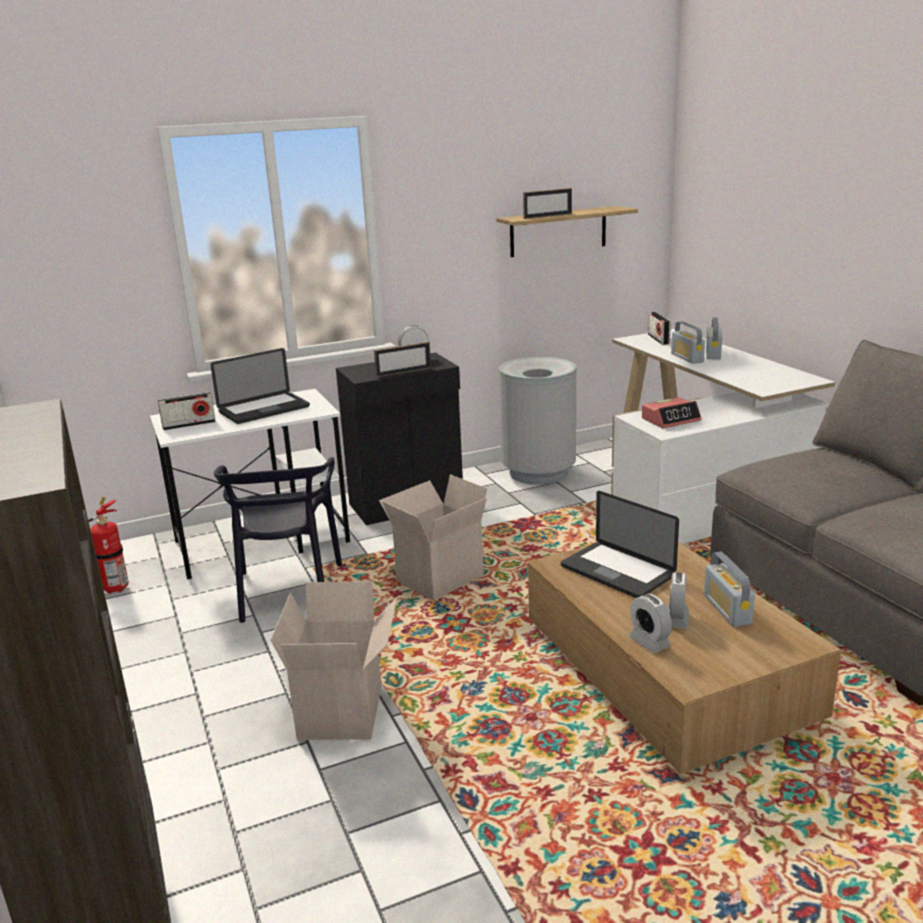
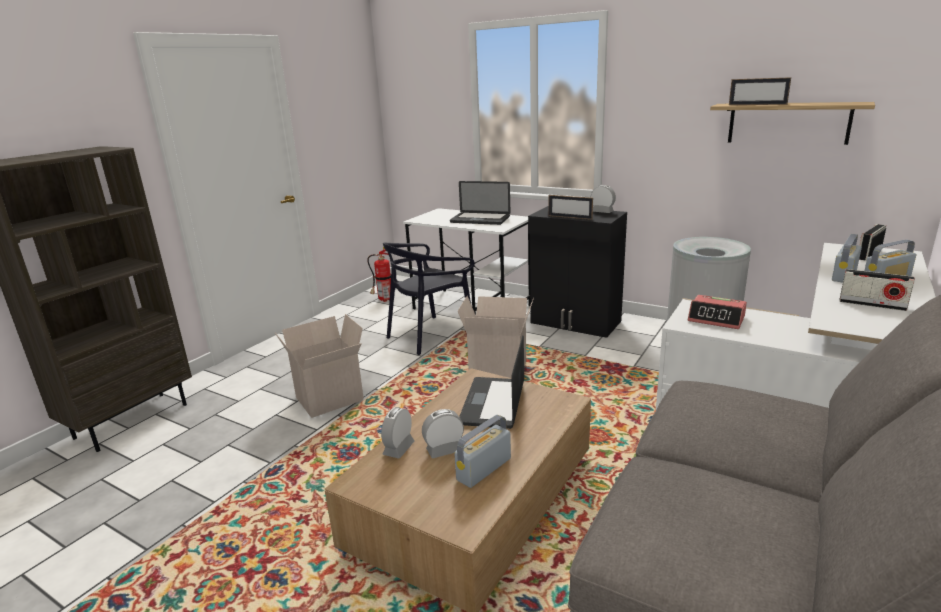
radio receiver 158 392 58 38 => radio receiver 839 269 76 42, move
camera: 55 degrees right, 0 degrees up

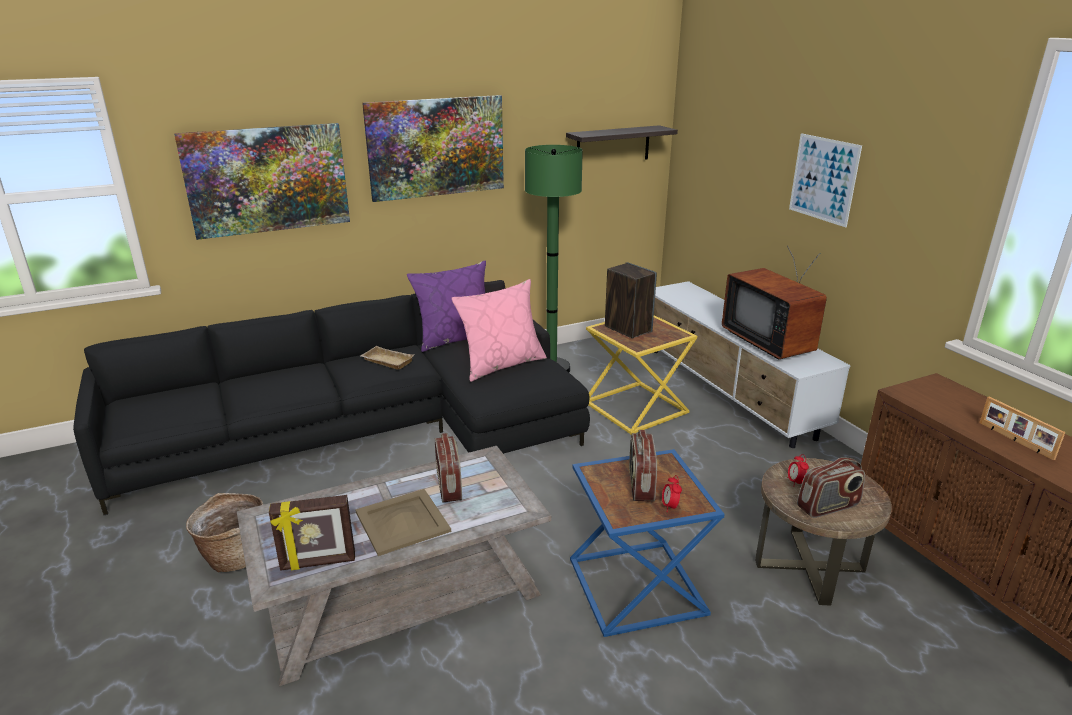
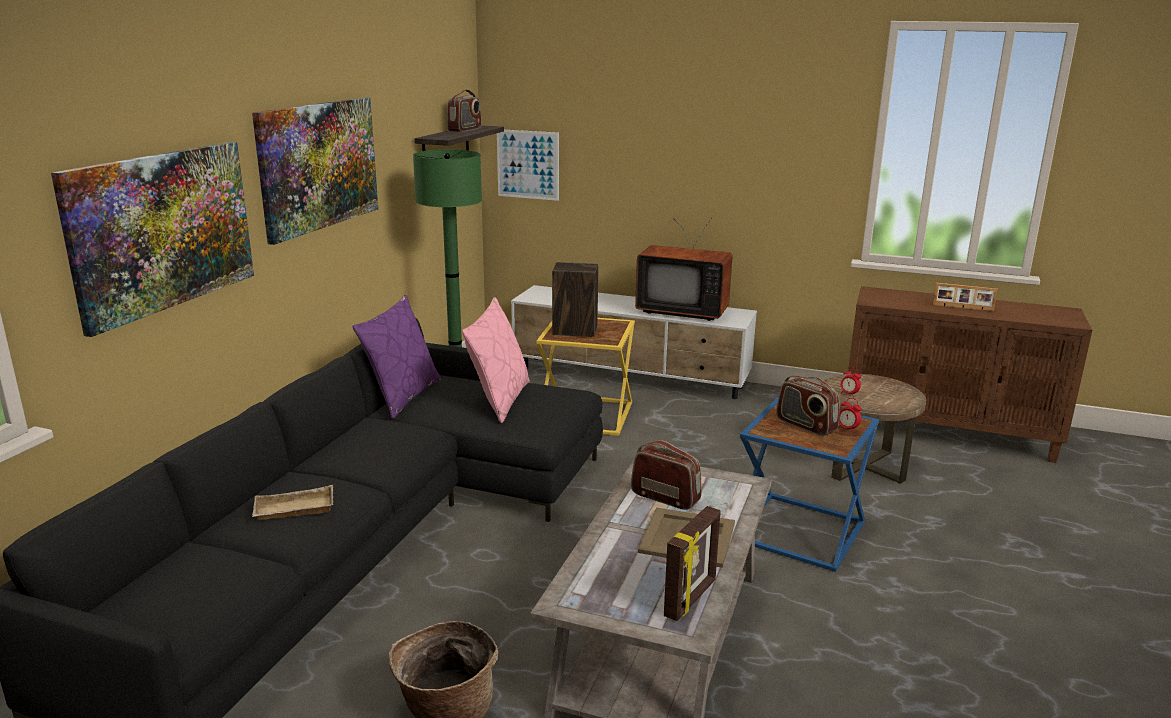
beige-coloured carrying tray 360 346 54 24 => beige-coloured carrying tray 252 485 82 35, move
wall picture 789 133 73 94 => wall picture 497 130 62 71, move
radio receiver 797 457 68 61 => radio receiver 447 89 35 43, move
camera: 45 degrees left, 5 degrees down

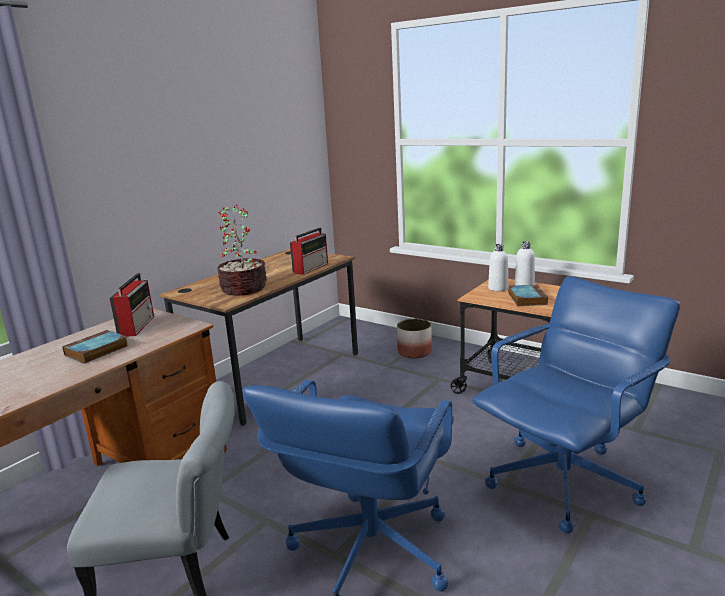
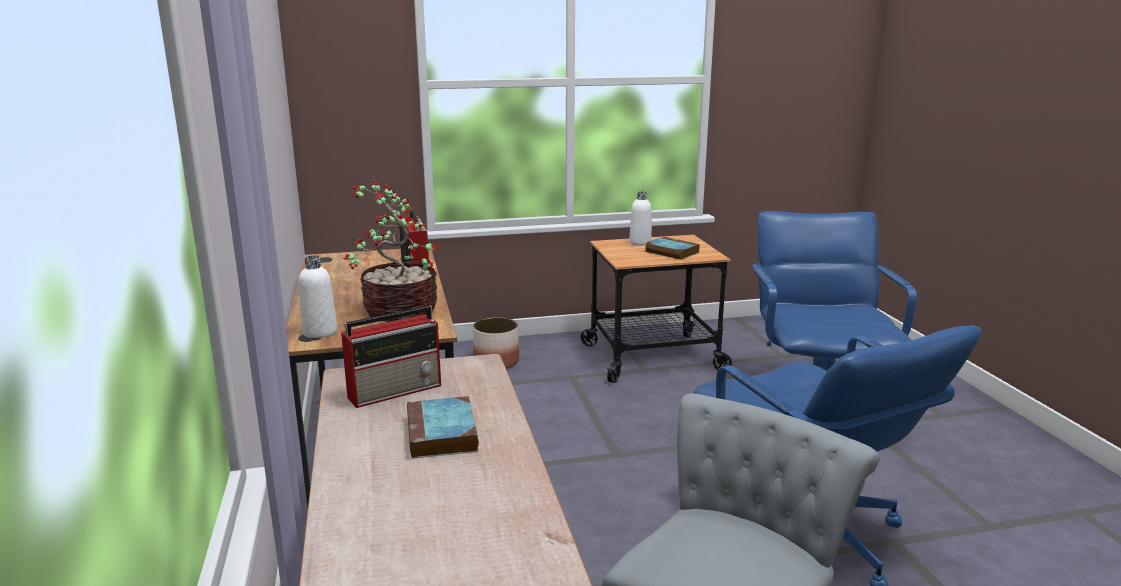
white-coloured bottle 488 244 20 47 => white-coloured bottle 298 255 39 83, move
radio receiver 109 273 45 64 => radio receiver 341 306 100 102, 105 degrees clockwise
camera: 50 degrees left, 0 degrees up

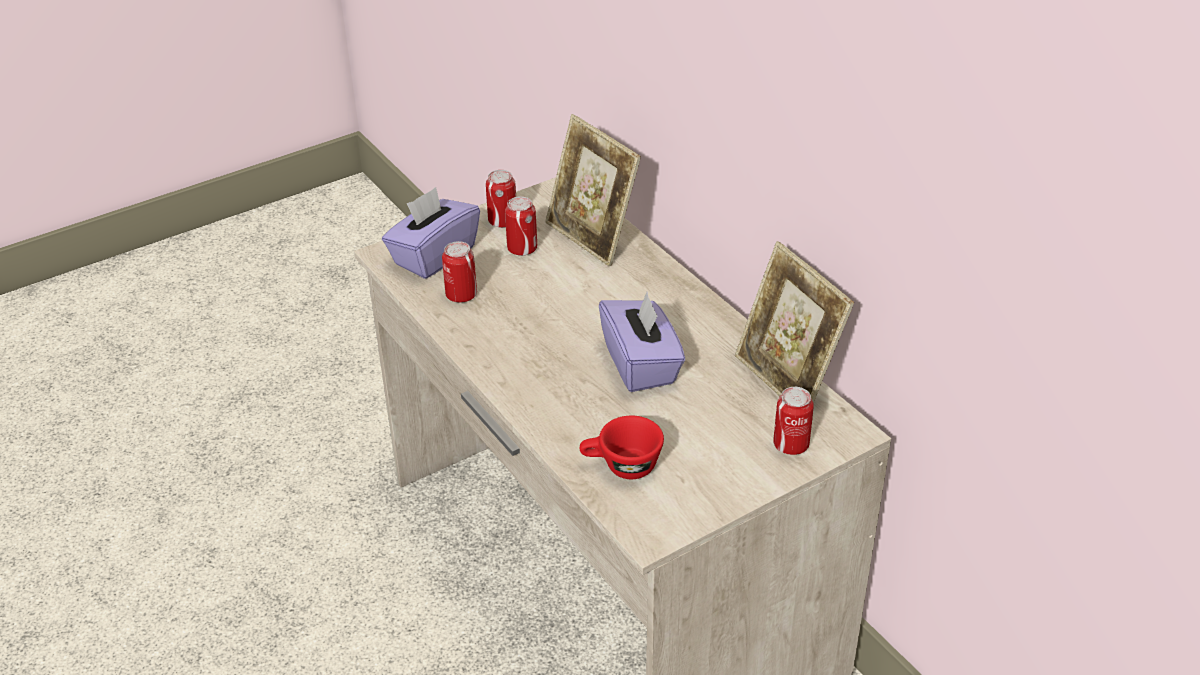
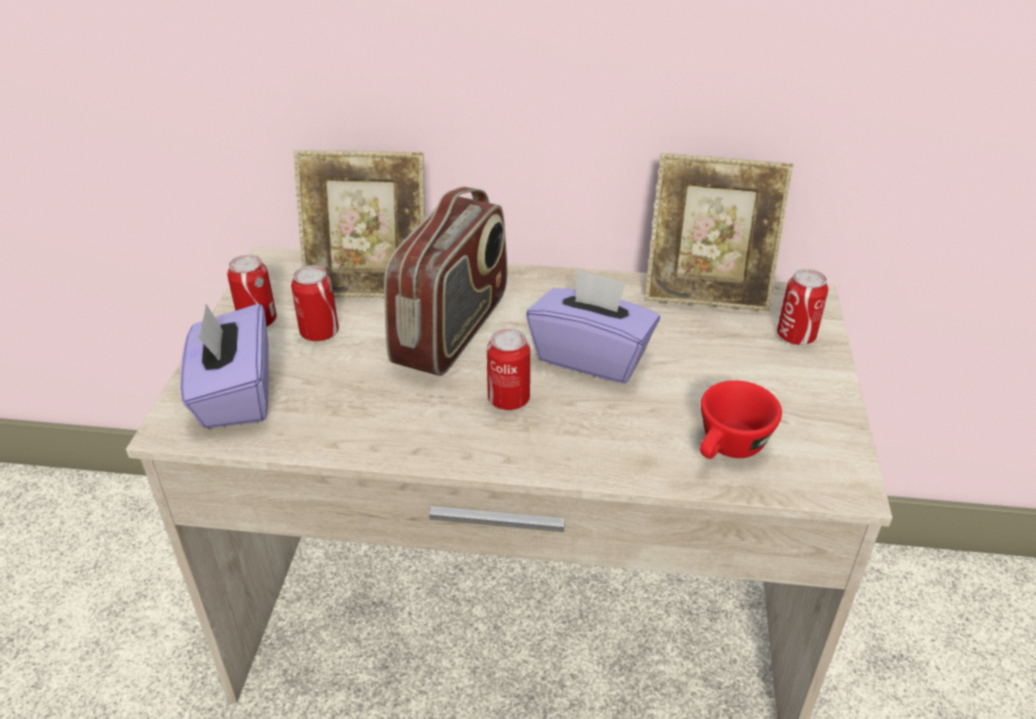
nothing => radio receiver 384 187 123 189
can 442 241 35 62 => can 487 328 43 82, move
camera: 50 degrees left, 0 degrees up

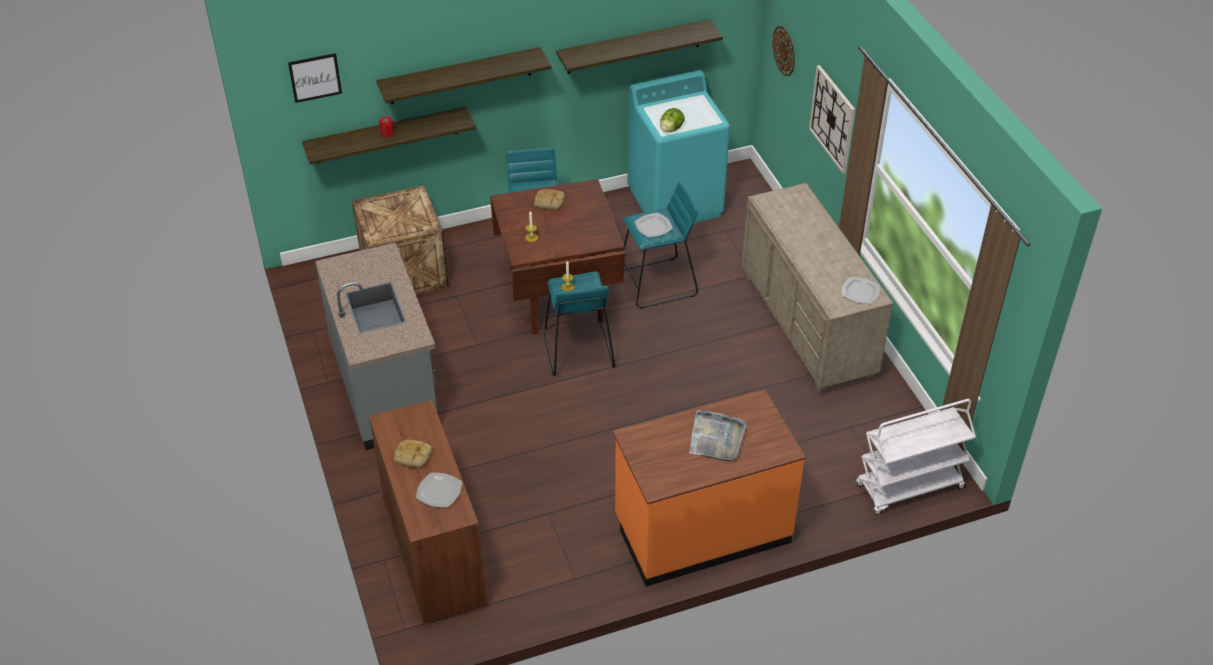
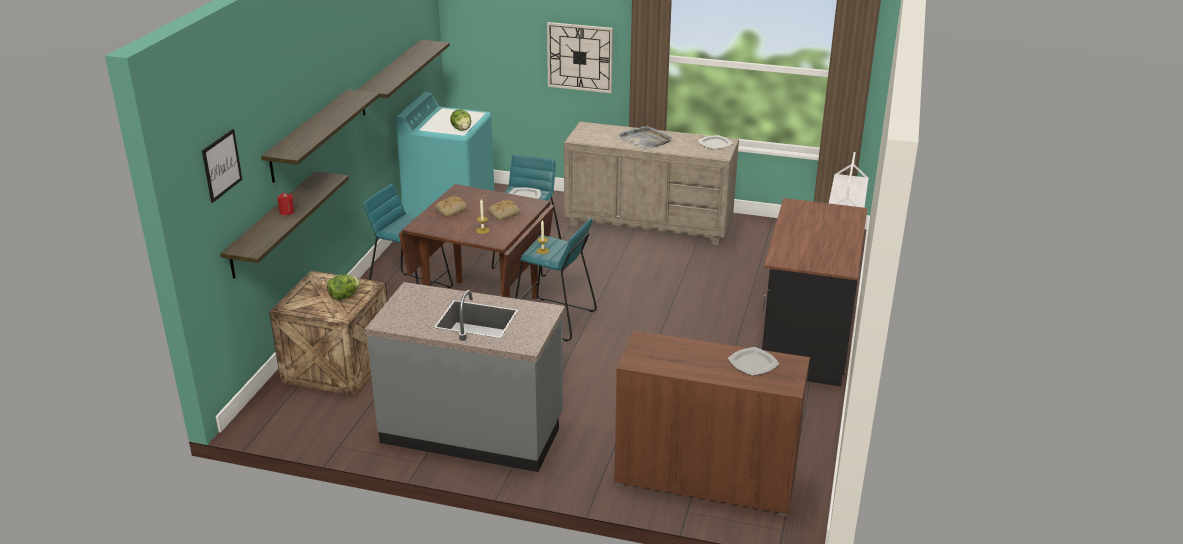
clock on the wall 772 26 23 50 => nothing
nothing => lettuce head 327 274 33 26
bread 394 439 38 29 => bread 488 200 32 20, move
gray carrying tray 690 410 57 51 => gray carrying tray 618 125 54 24, move
orangey kitchen base unit 613 389 193 198 => black-coloured kitchen base unit 762 198 105 189
camera: 55 degrees left, 15 degrees down

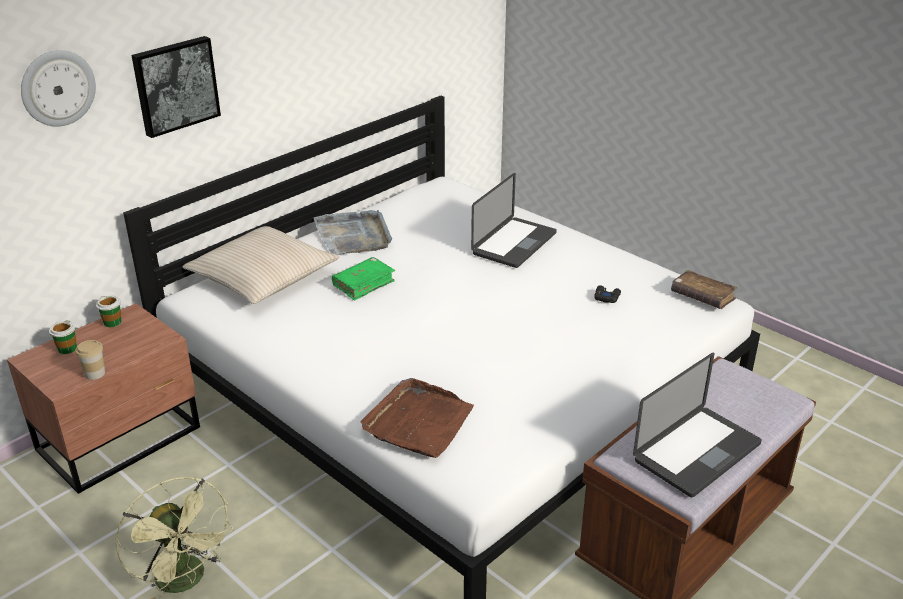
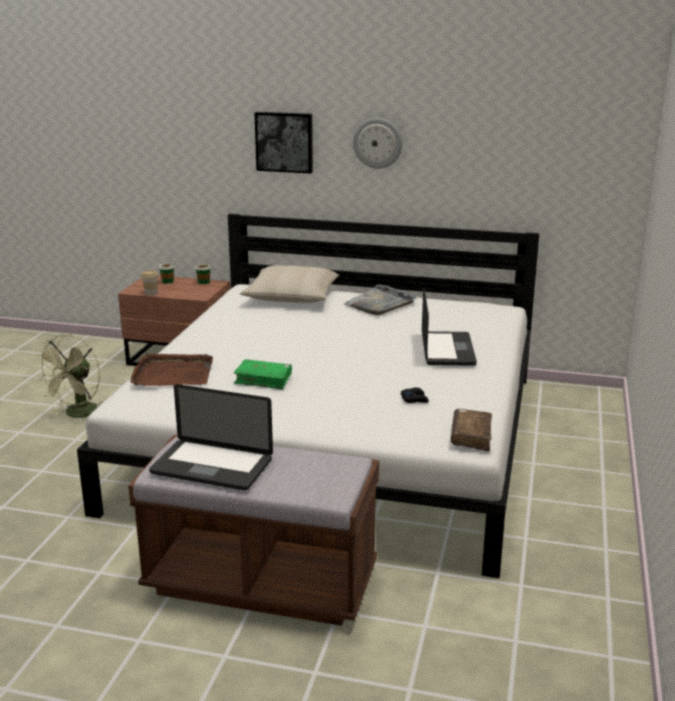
clock on the wall 21 50 75 77 => clock on the wall 353 118 49 51, move
green book 332 257 63 44 => green book 234 359 58 31, move
notebook computer 471 173 86 95 => notebook computer 422 288 55 78, 90 degrees counterclockwise
camera: 60 degrees right, 10 degrees down

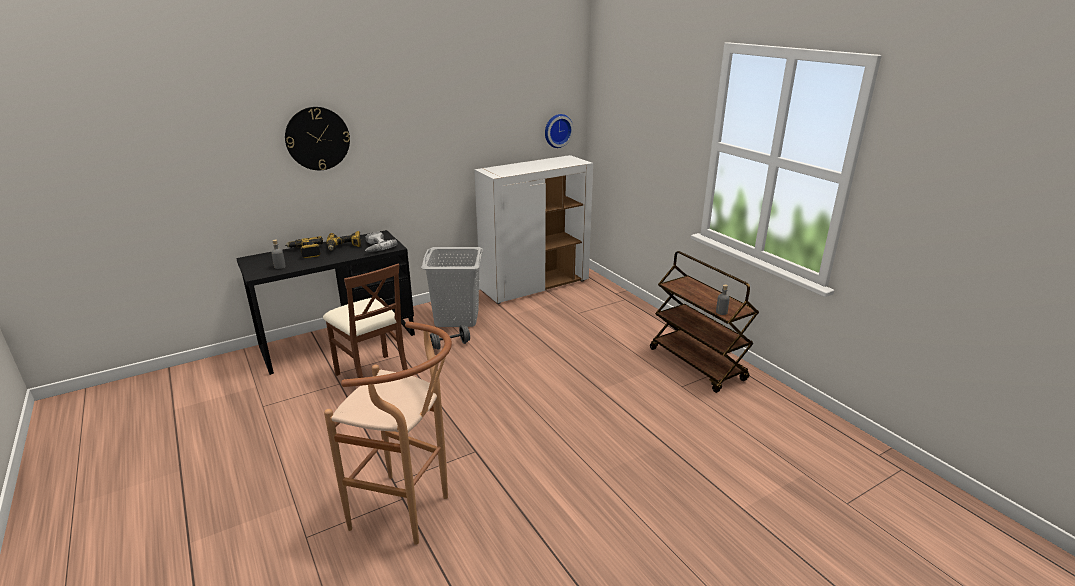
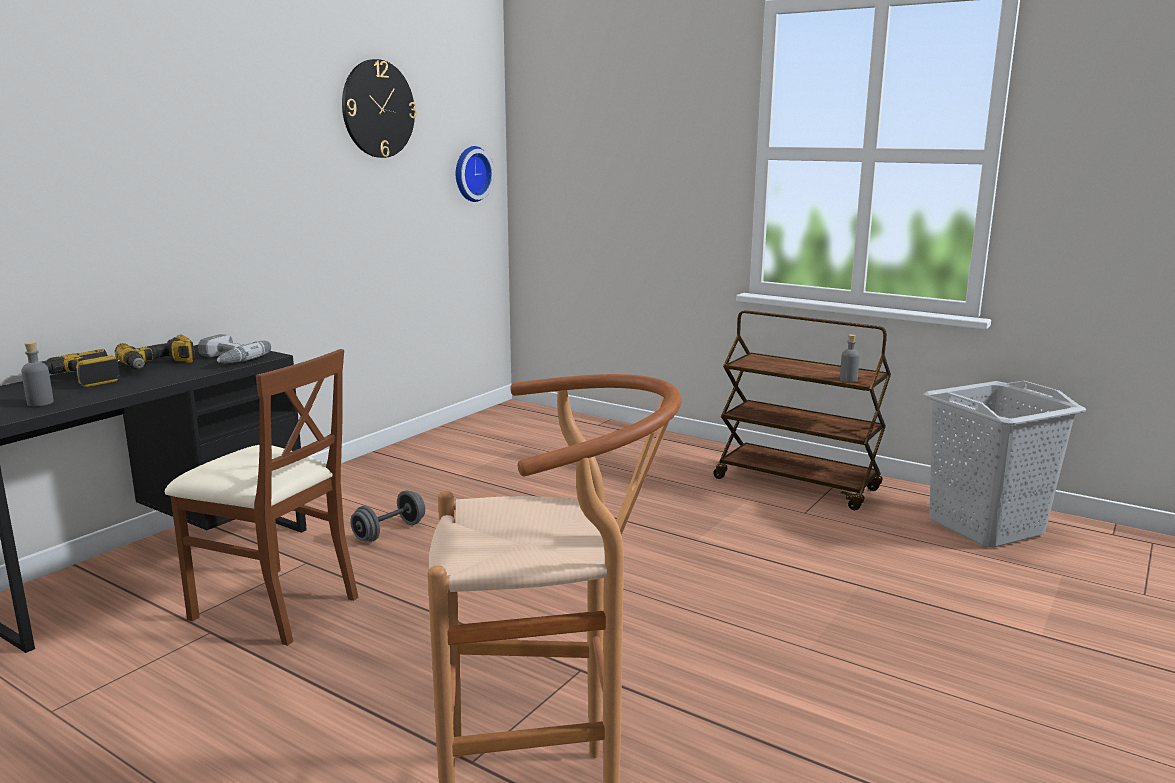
white-coloured storage cabinet 474 155 119 149 => nothing
clock on the wall 285 107 65 63 => clock on the wall 342 59 75 99, move
gray laundry basket 421 247 62 80 => gray laundry basket 923 381 163 167, move
camera: 25 degrees left, 10 degrees down

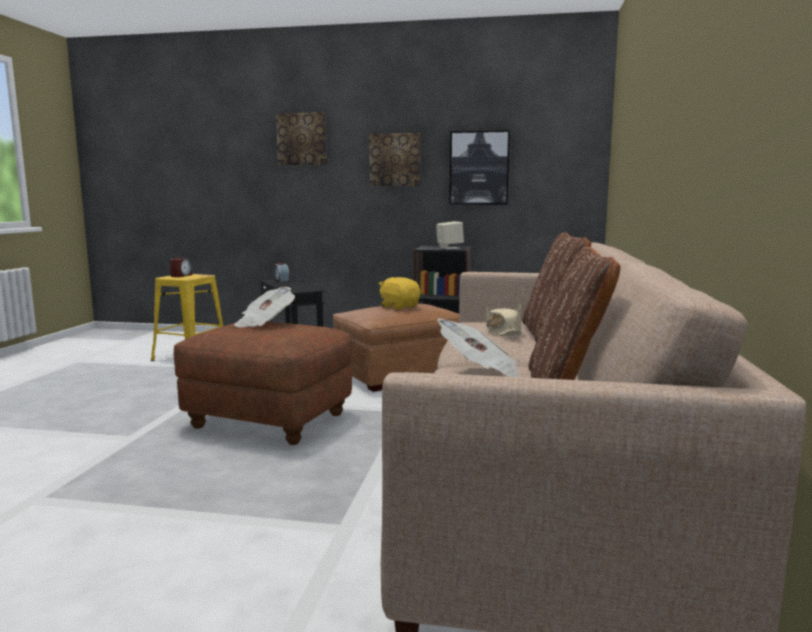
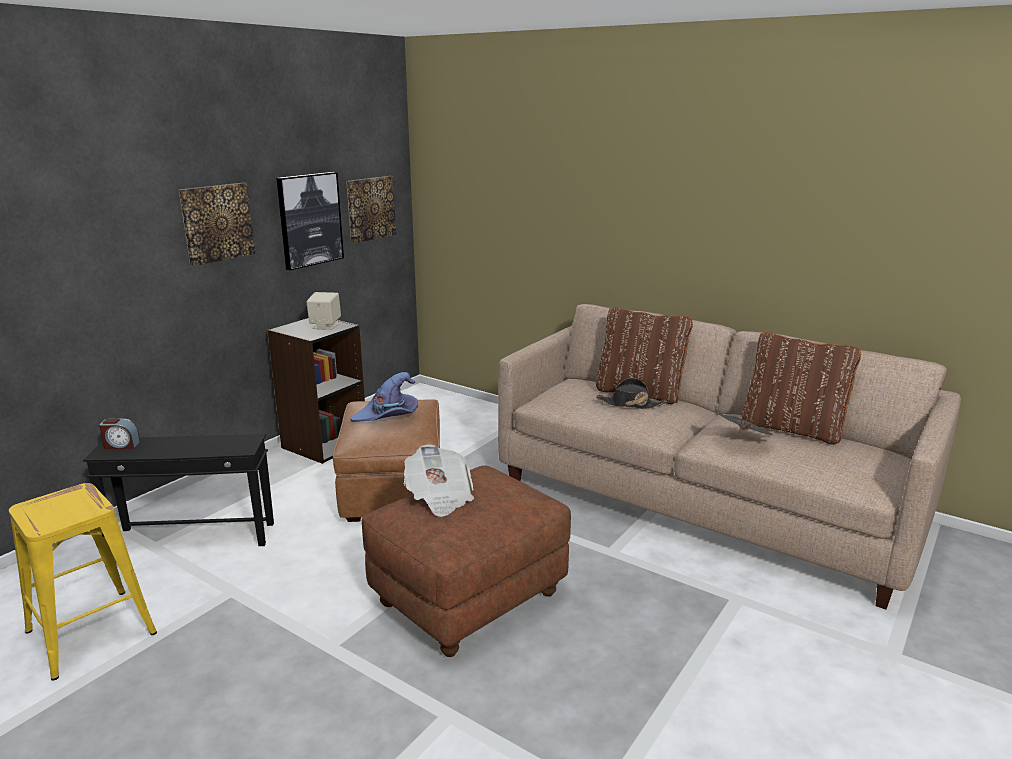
table clock 170 258 22 19 => nothing
wall picture 276 112 51 53 => wall picture 346 176 50 67, move
yellowish plush toy 379 277 41 33 => purple wearable hat 350 372 68 50
beige-coloured wearable hat 486 304 36 32 => black-coloured wearable hat 596 378 71 31
camera: 65 degrees left, 10 degrees up

